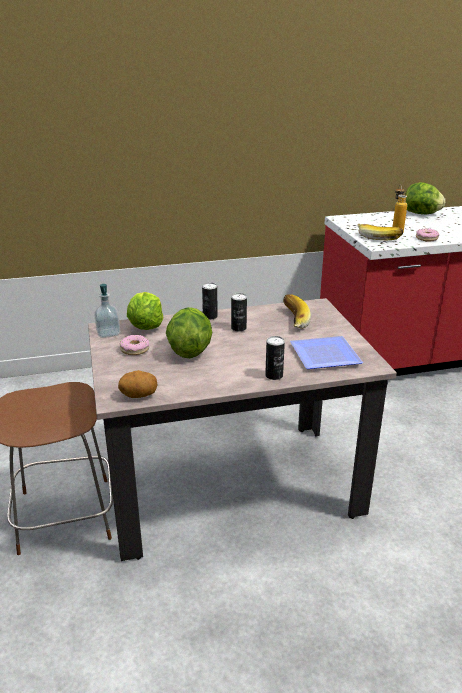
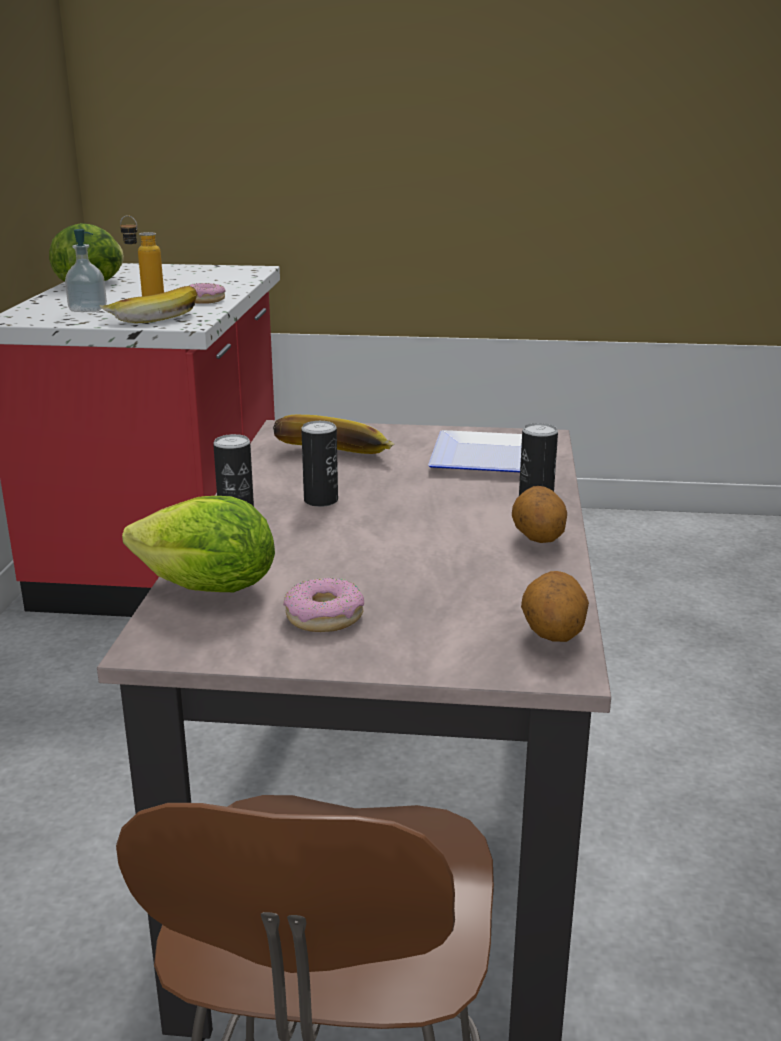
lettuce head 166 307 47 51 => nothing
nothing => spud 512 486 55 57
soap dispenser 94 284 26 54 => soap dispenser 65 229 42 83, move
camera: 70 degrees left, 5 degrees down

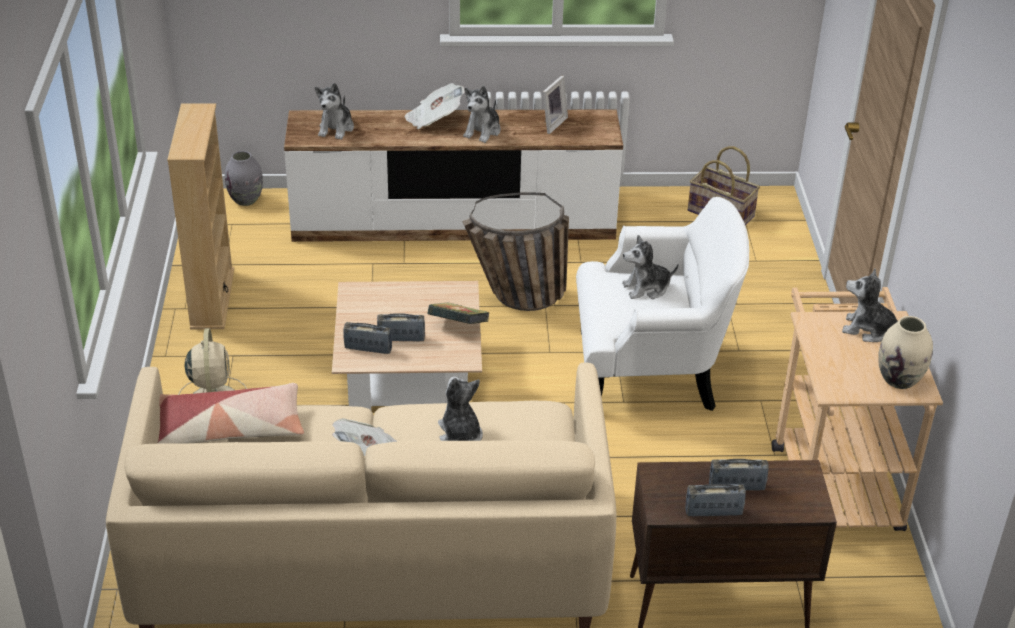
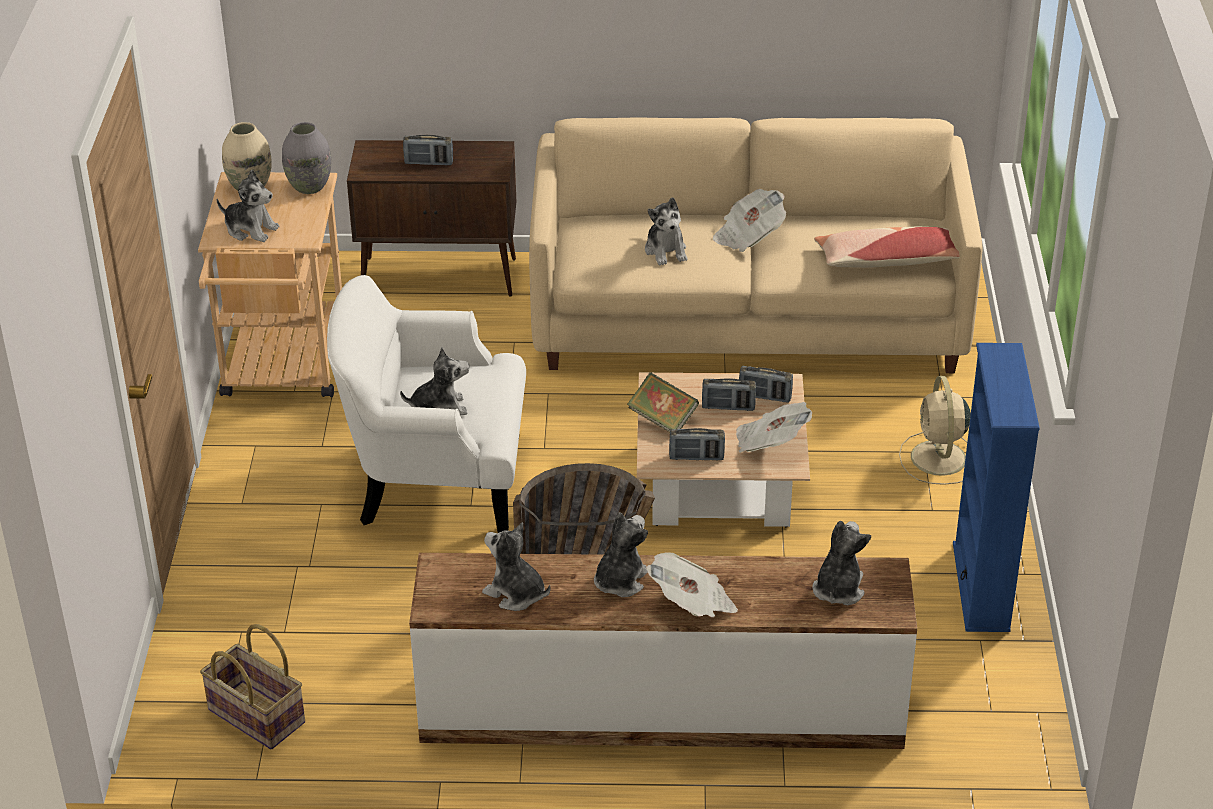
nothing => daily paper 736 402 76 51
gray decorative vase 225 151 38 55 => gray decorative vase 282 122 49 72, move
radio receiver 686 484 60 33 => radio receiver 669 428 56 33, move
standing frame 543 76 25 58 => plush toy 482 522 69 89
beige-coloured bookshelf 167 103 67 226 => blue bookshelf 953 343 87 289
camera: 175 degrees left, 0 degrees up

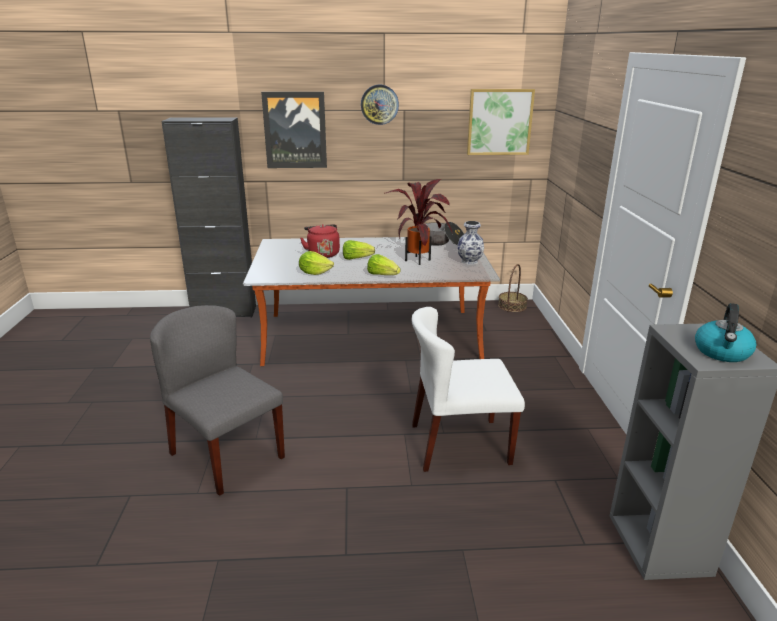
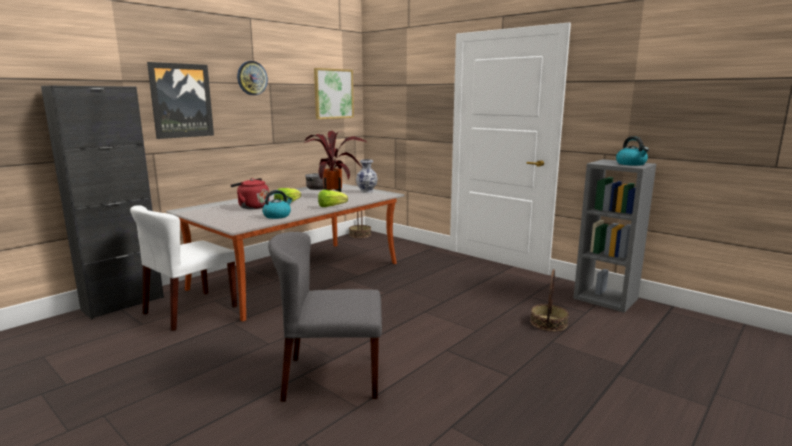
nothing => household basket 530 269 39 63
white-coloured upright chair 412 307 113 165 => white-coloured upright chair 130 205 107 126, move
lettuce head 299 251 35 24 => water kettle 262 190 31 29
camera: 45 degrees left, 10 degrees down

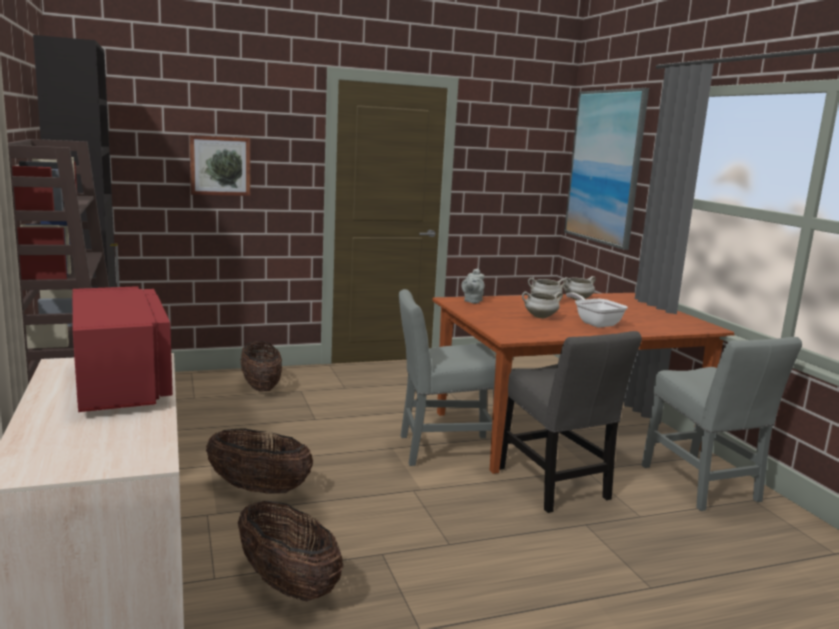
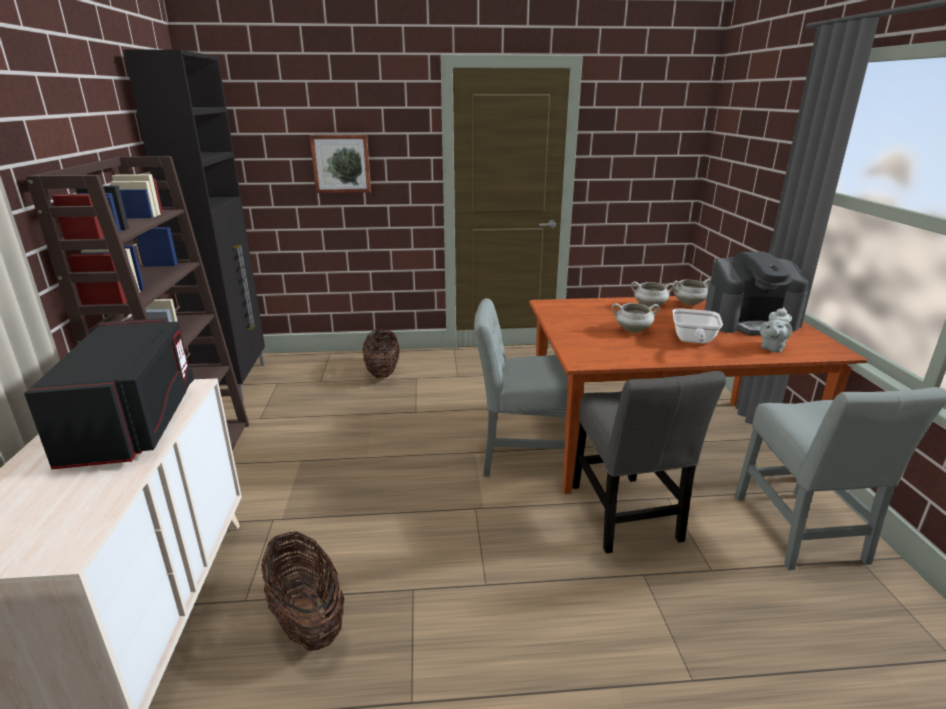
household basket 206 428 107 66 => nothing
wall picture 564 88 85 162 => nothing
nothing => coffee machine 705 251 104 84
gray tea pot 461 268 24 36 => gray tea pot 760 307 32 46, move
red-coloured microwave oven 72 286 101 126 => black-coloured microwave oven 24 318 170 151
pan 566 293 62 35 => pan 673 308 50 36, 150 degrees counterclockwise
camera: 15 degrees right, 10 degrees up

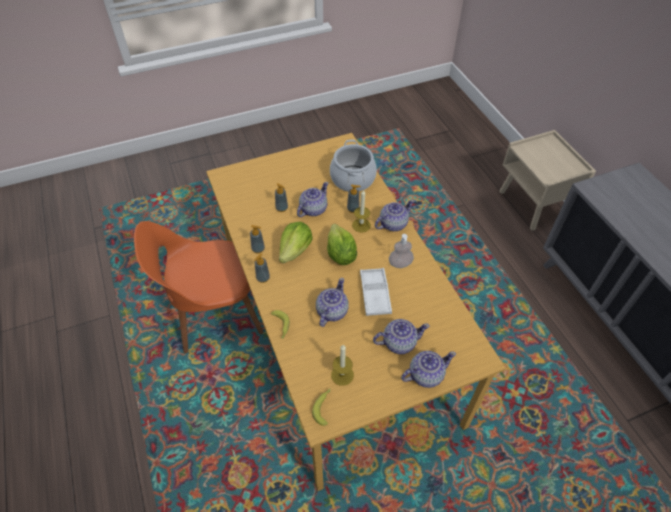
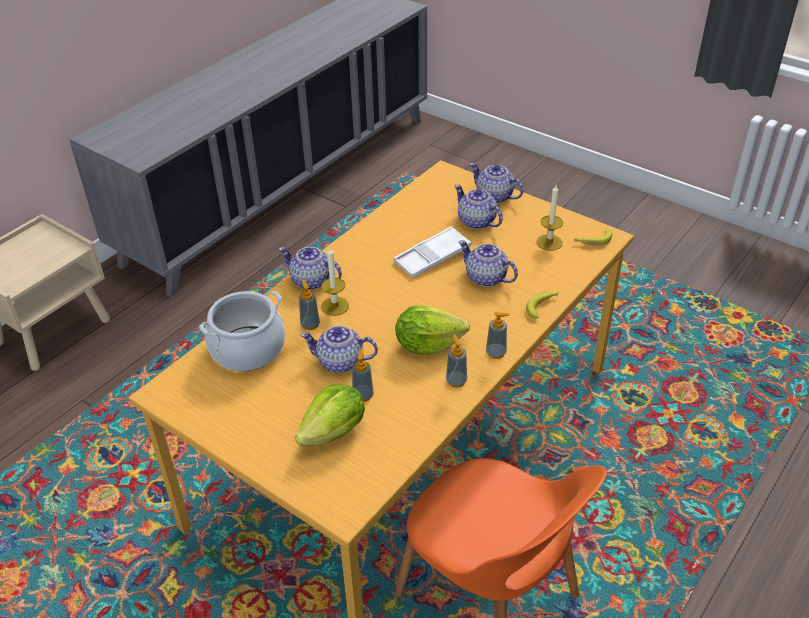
soap dispenser 389 234 25 34 => nothing
lettuce head 327 224 30 41 => lettuce head 295 384 70 62, move
tea pot 316 278 33 49 => tea pot 459 240 59 47, 45 degrees clockwise
camera: 120 degrees left, 10 degrees down

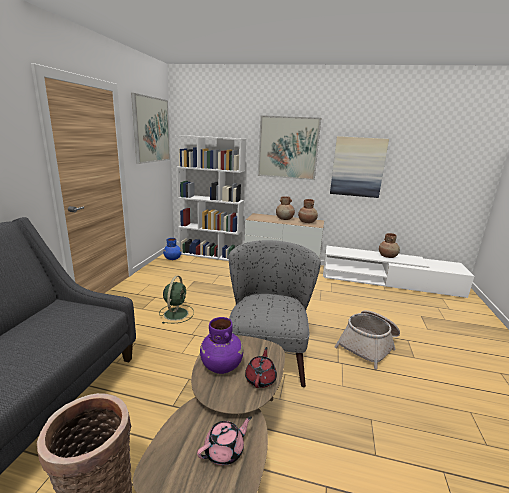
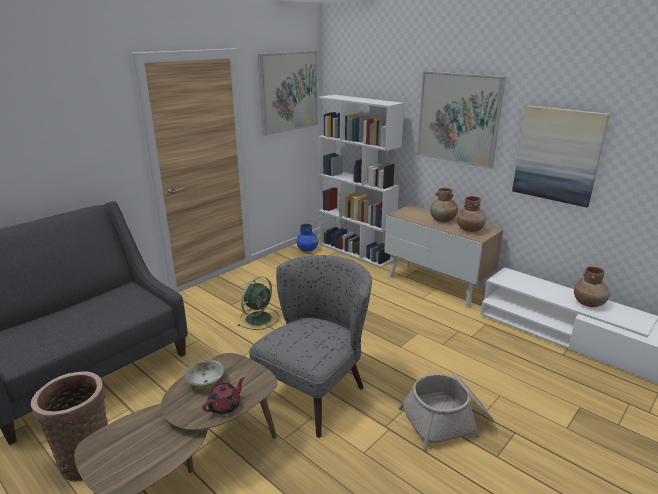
pinkish tea pot 197 416 55 49 => nothing
purple decorative vase 200 317 43 57 => deep dish 185 360 39 28
camera: 30 degrees right, 5 degrees up

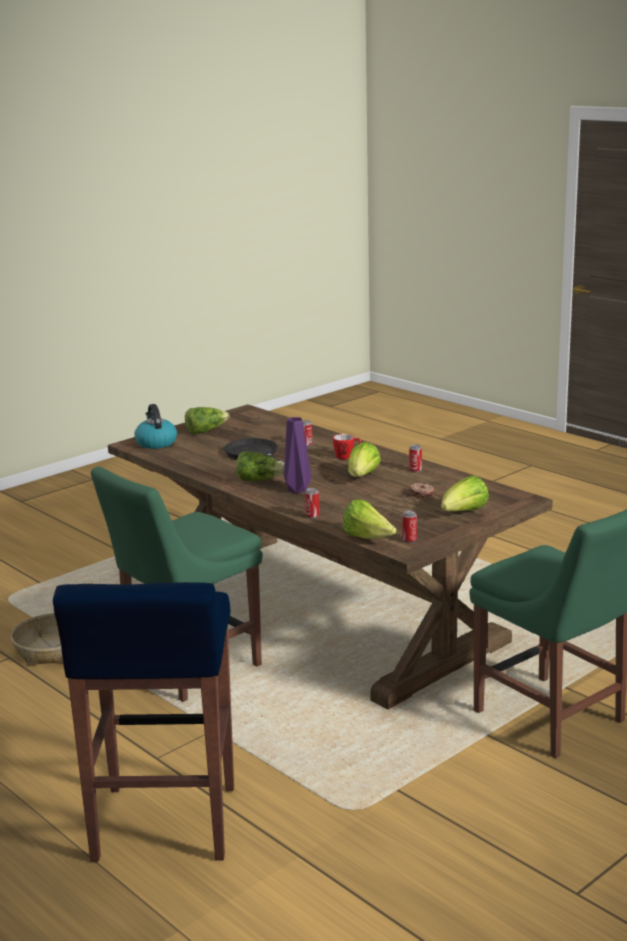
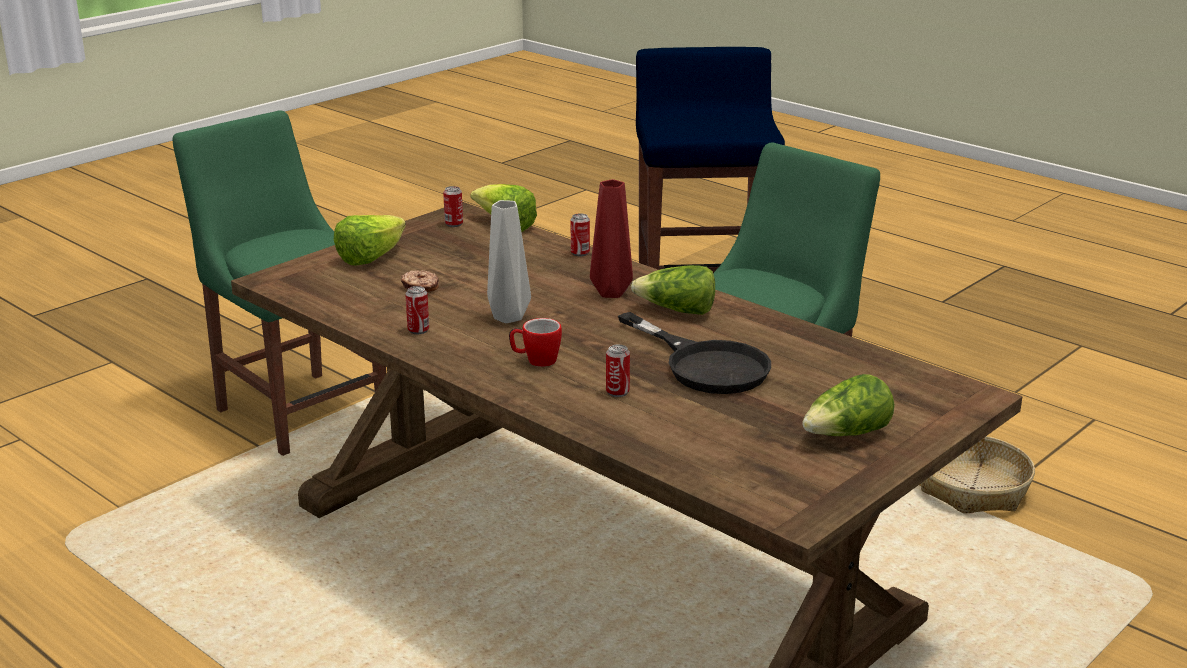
water kettle 134 404 43 45 => nothing
lettuce head 348 442 33 35 => gray decorative vase 487 200 44 123
purple decorative vase 284 417 27 76 => red-coloured decorative vase 590 179 43 119
camera: 175 degrees right, 5 degrees up

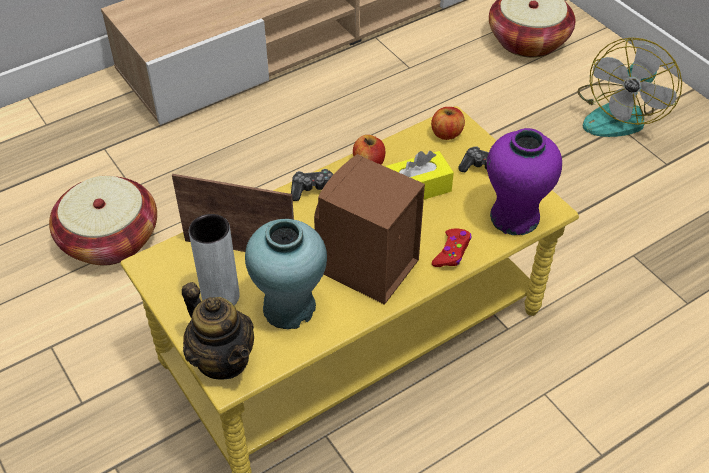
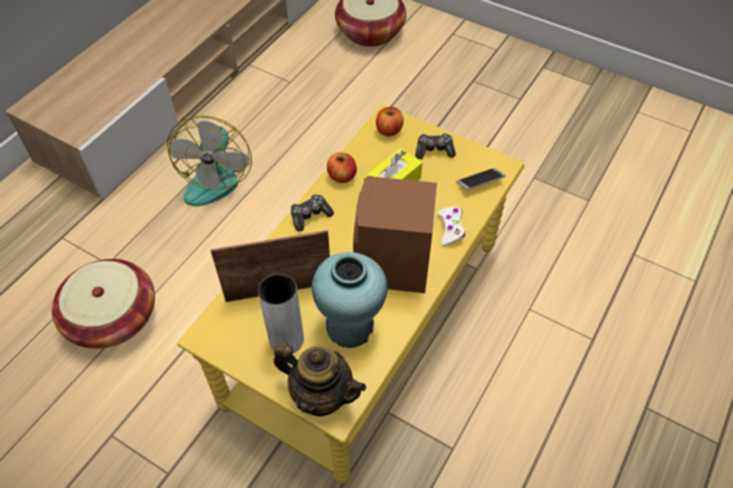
fan 578 37 104 100 => fan 167 116 85 90, move
purple decorative vase 487 128 75 107 => telephone 456 168 50 22
red-coloured game controller 432 228 39 39 => white-coloured game controller 437 207 28 39
camera: 25 degrees left, 5 degrees up

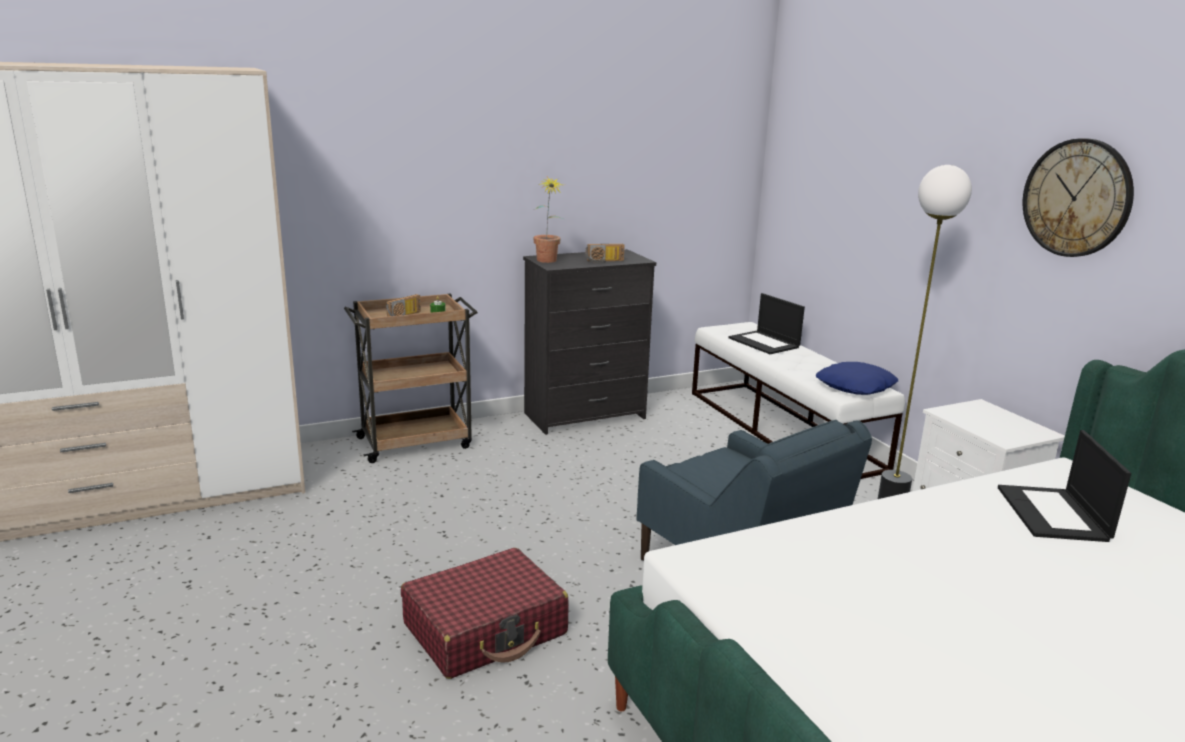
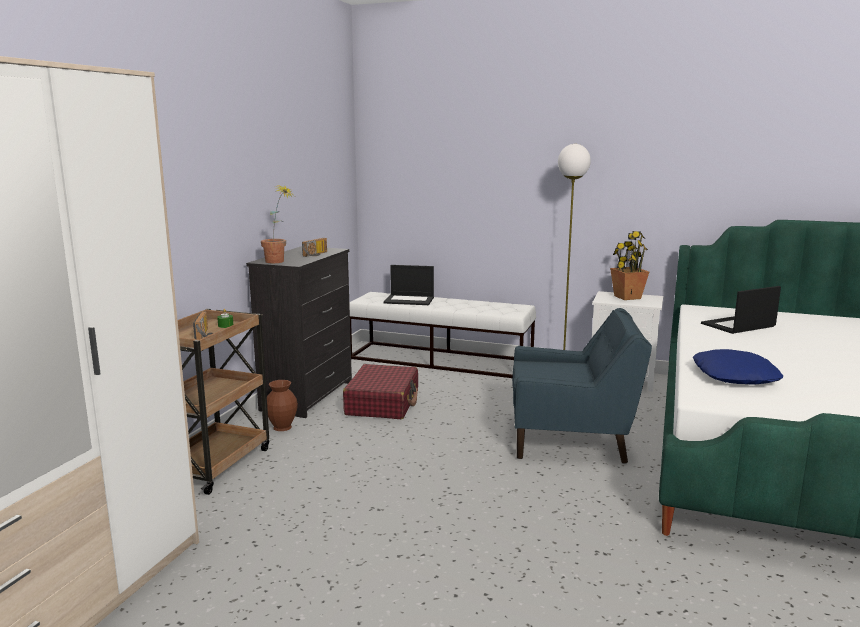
clock on the wall 1023 138 111 119 => nothing
nothing => brownish decorative vase 267 380 31 51
nothing => plant in a pot 610 231 39 69
red-coloured piece of luggage 401 548 168 131 => red-coloured piece of luggage 343 364 75 55, move
blue throw pillow 816 362 82 33 => blue throw pillow 693 349 90 36, move
notebook computer 998 430 133 112 => notebook computer 701 286 80 48, 105 degrees clockwise
camera: 45 degrees left, 5 degrees down

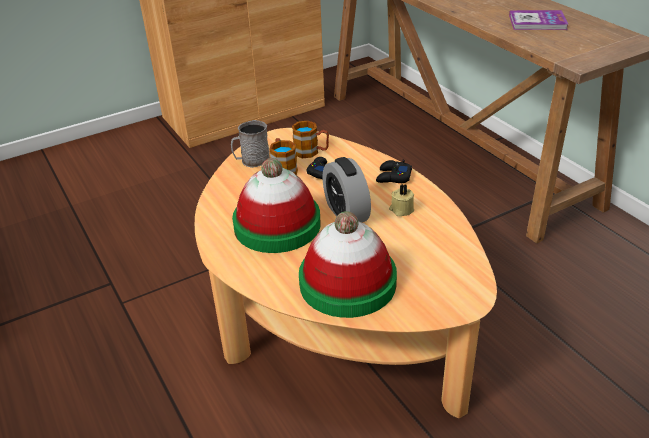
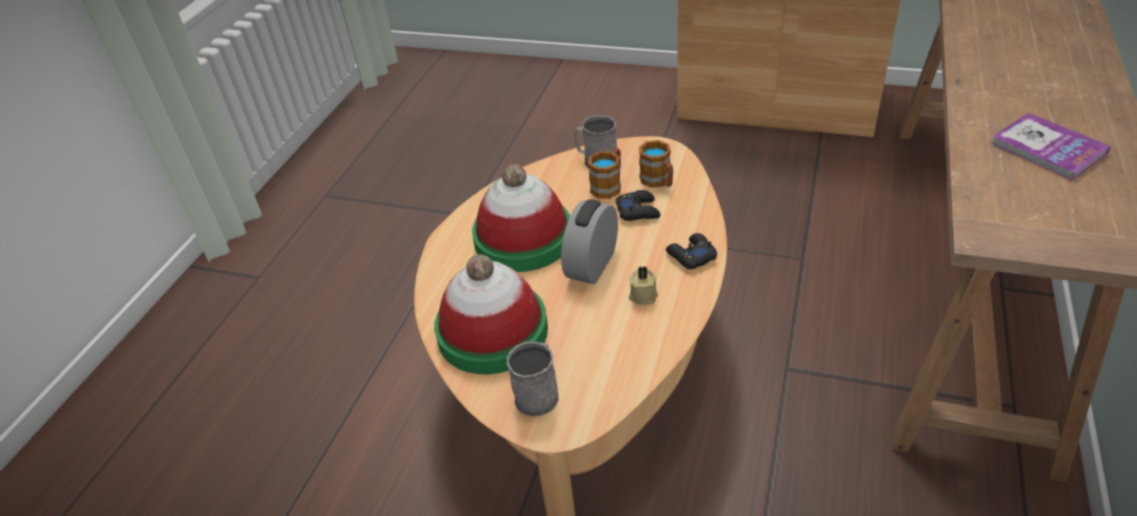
nothing => gray tea mug 507 341 52 76
camera: 50 degrees right, 5 degrees up

